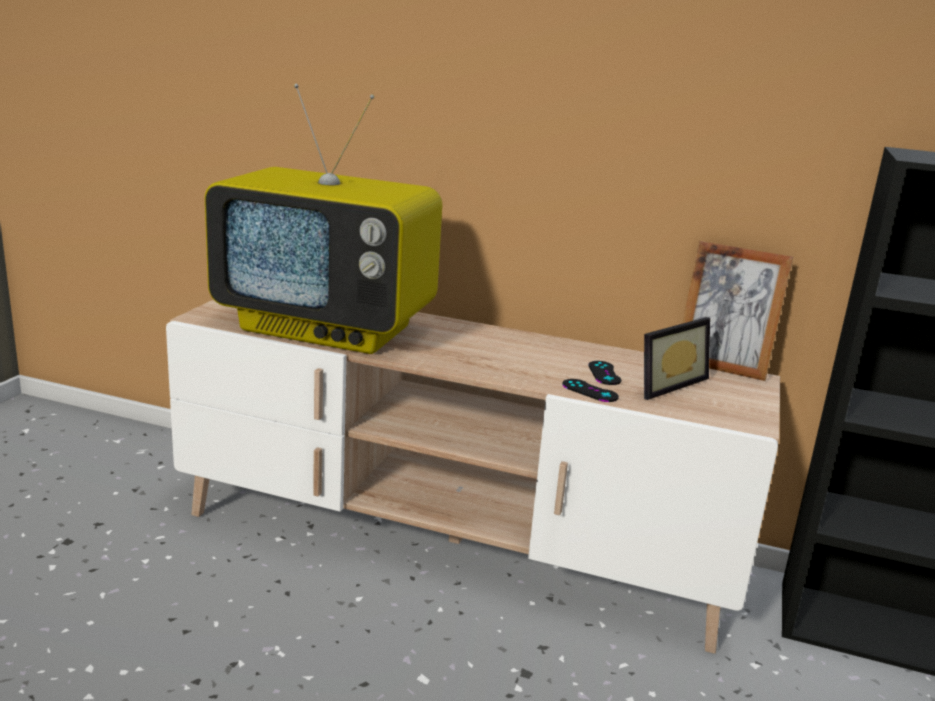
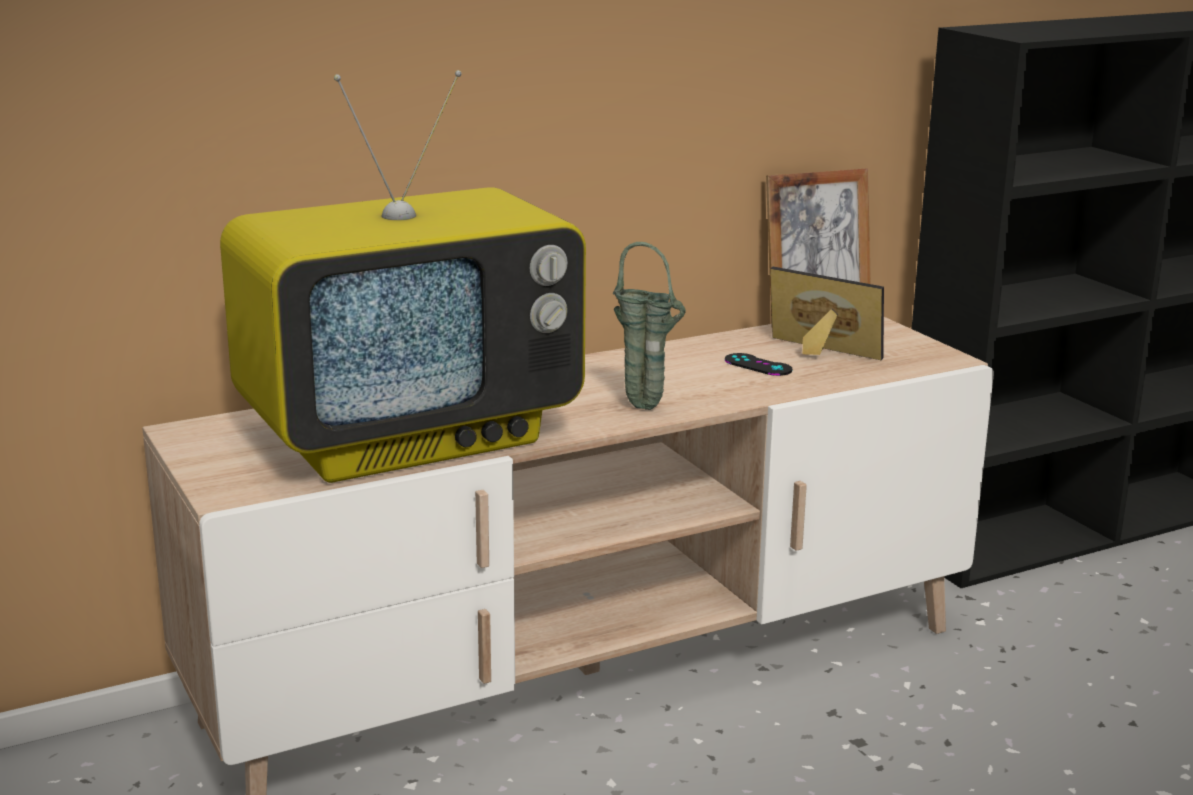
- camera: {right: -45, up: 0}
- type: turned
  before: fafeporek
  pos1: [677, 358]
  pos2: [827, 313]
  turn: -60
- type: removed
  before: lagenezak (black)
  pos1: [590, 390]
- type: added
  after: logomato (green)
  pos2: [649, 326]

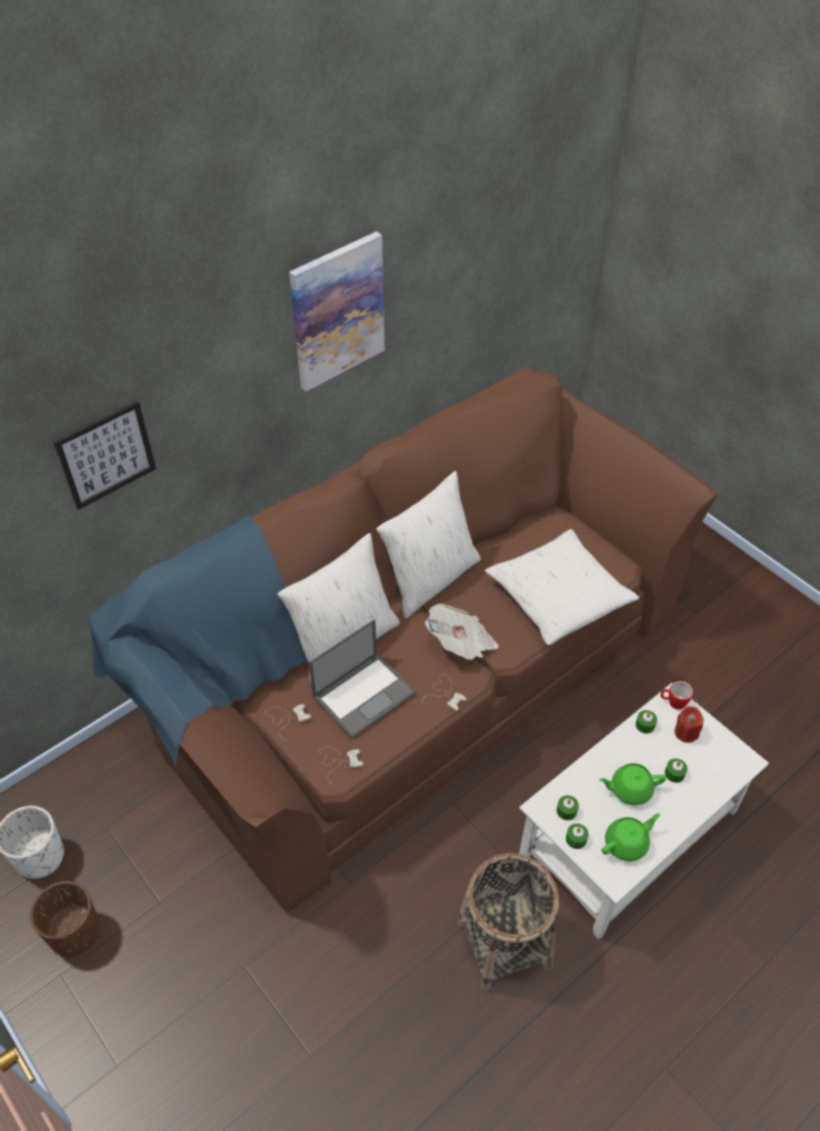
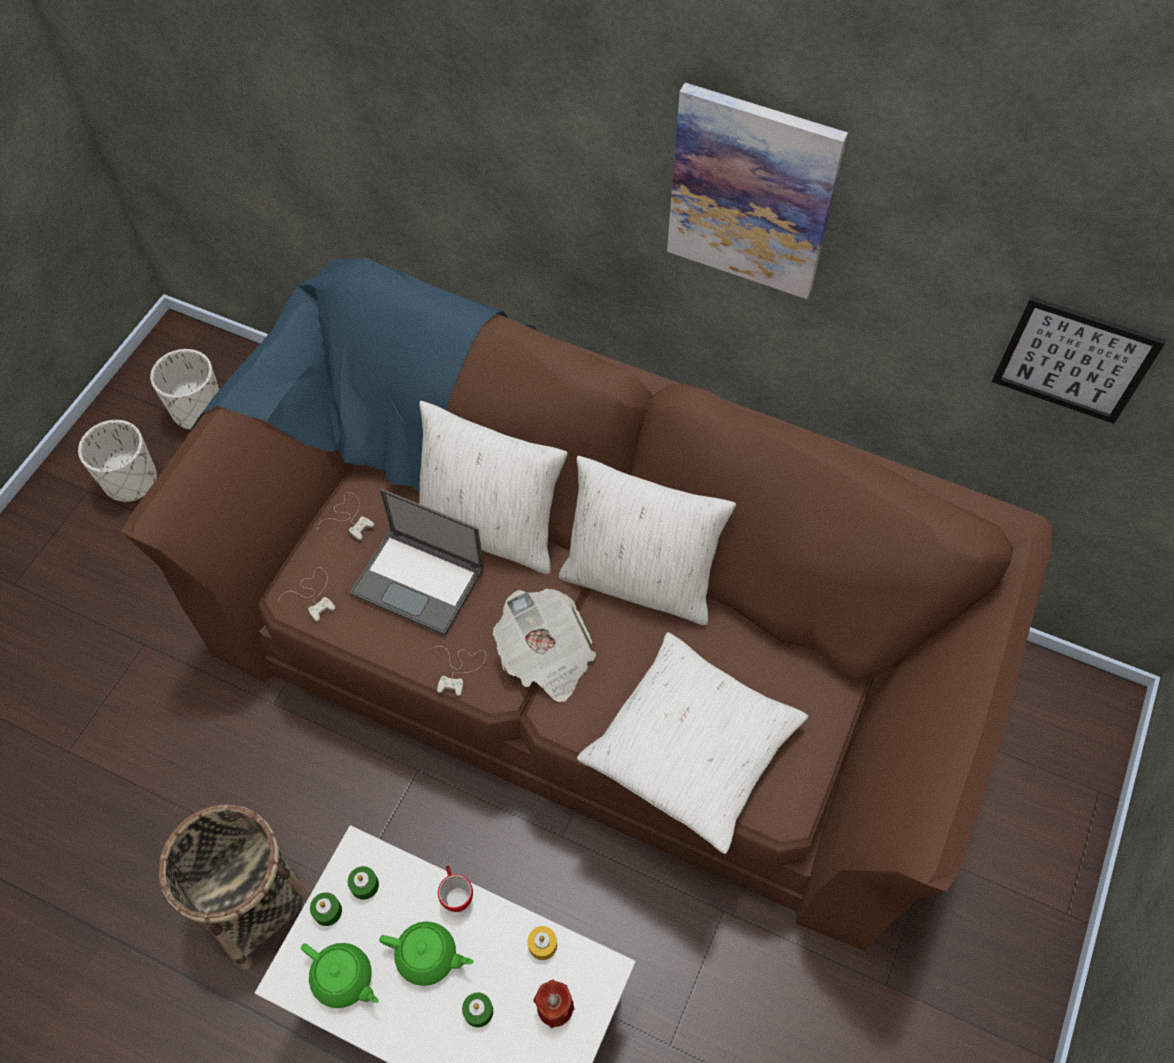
- camera: {right: 65, up: 10}
- type: moved
  before: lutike
  pos1: [105, 455]
  pos2: [1079, 360]
- type: moved
  before: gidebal
  pos1: [677, 695]
  pos2: [455, 889]
- type: recoloured
  before: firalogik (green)
  after: firalogik (yellow)
  pos1: [646, 722]
  pos2: [542, 943]
- type: turned
  before: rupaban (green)
  pos1: [632, 784]
  pos2: [426, 953]
  turn: 135
- type: recoloured
  before: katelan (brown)
  after: katelan (white)
  pos1: [65, 919]
  pos2: [117, 461]

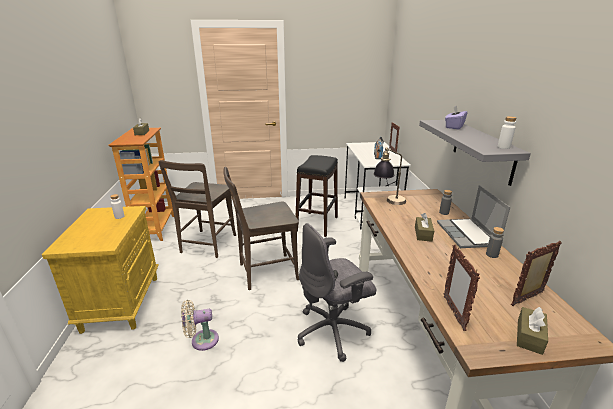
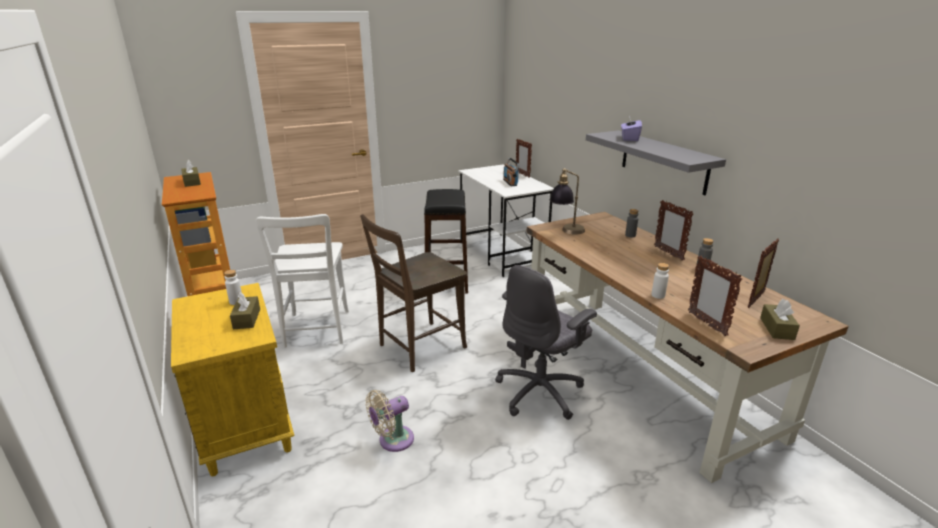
- camera: {right: -20, up: 0}
- type: moved
  before: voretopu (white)
  pos1: [507, 132]
  pos2: [660, 281]
- type: recoloured
  before: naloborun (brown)
  after: naloborun (white)
  pos1: [197, 209]
  pos2: [302, 281]
- type: replaced
  before: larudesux
  after: fafeporek
  pos1: [473, 216]
  pos2: [673, 230]
- type: moved
  before: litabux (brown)
  pos1: [424, 227]
  pos2: [245, 310]

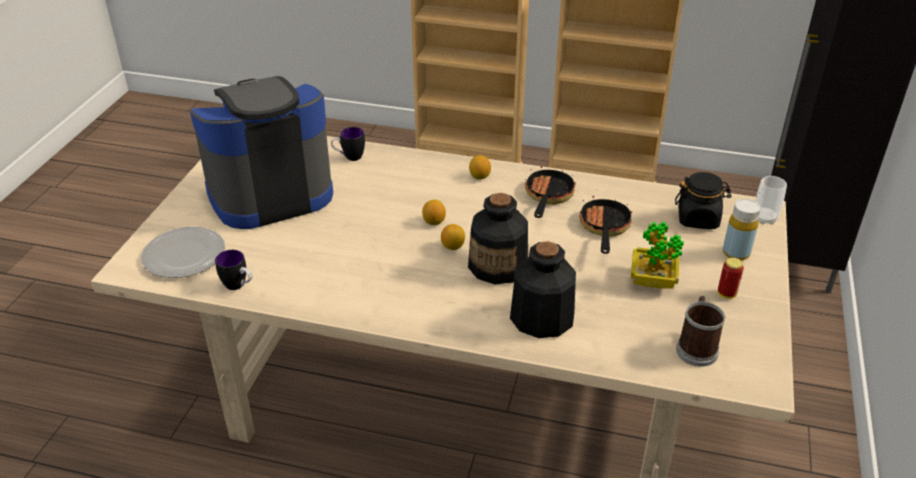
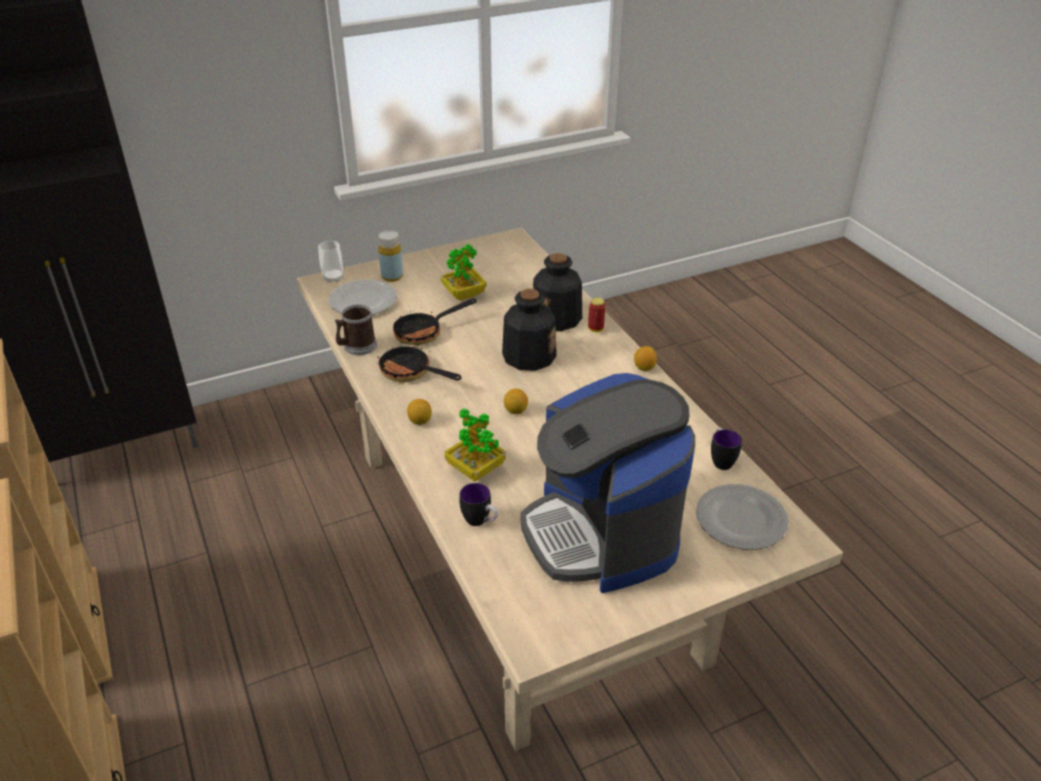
- camera: {right: -130, up: 0}
- type: turned
  before: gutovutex
  pos1: [261, 152]
  pos2: [607, 483]
  turn: 45
- type: turned
  before: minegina
  pos1: [550, 192]
  pos2: [419, 364]
  turn: 60
- type: replaced
  before: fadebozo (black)
  after: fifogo
  pos1: [703, 200]
  pos2: [363, 297]
- type: moved
  before: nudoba
  pos1: [453, 237]
  pos2: [645, 358]
- type: moved
  before: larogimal
  pos1: [731, 278]
  pos2: [596, 314]
- type: moved
  before: gidebal
  pos1: [701, 331]
  pos2: [356, 330]
- type: added
  after: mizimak
  pos2: [475, 445]

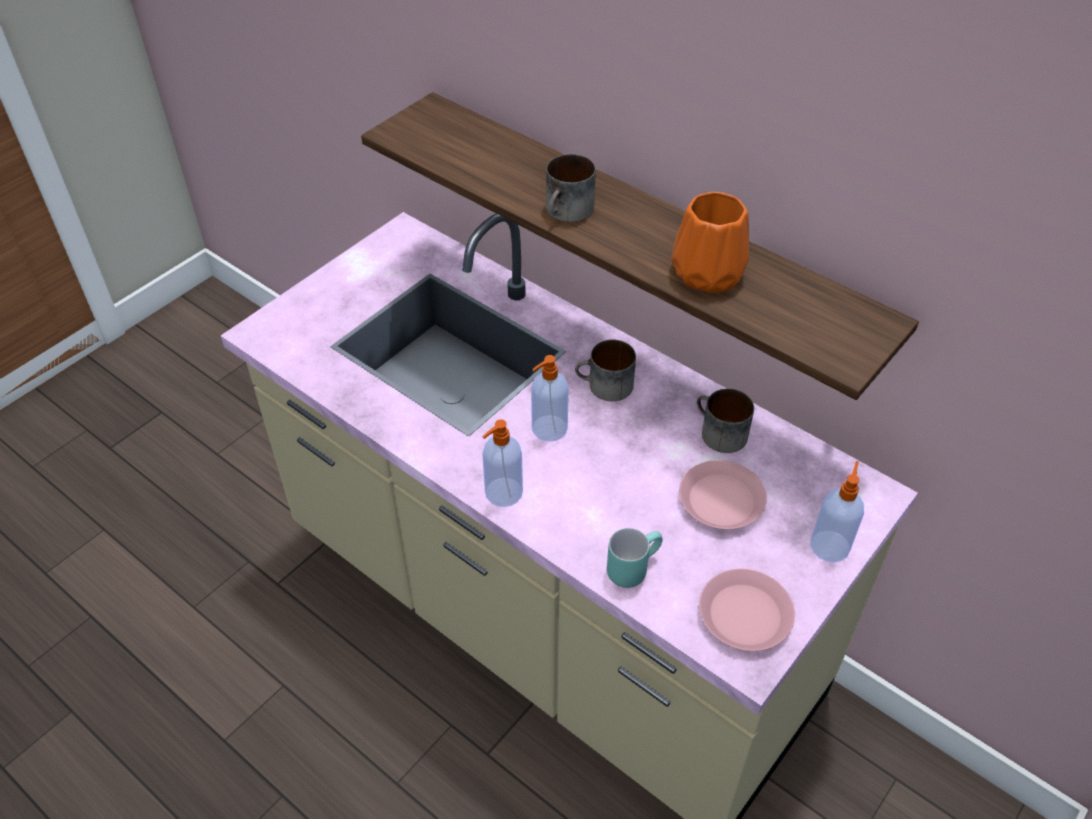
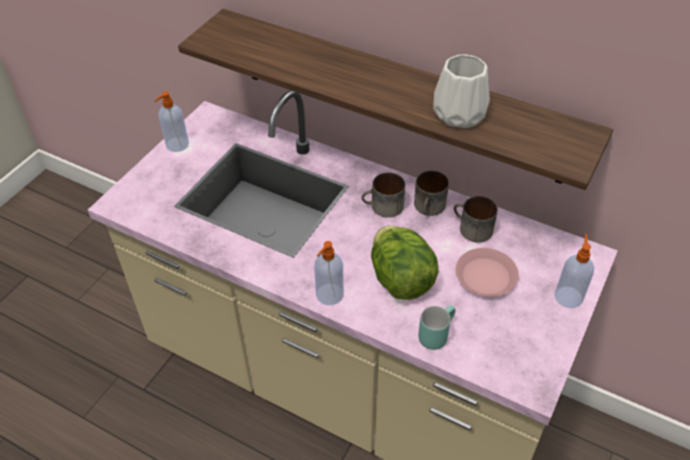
- camera: {right: -10, up: 0}
- type: moved
  before: gidebal
  pos1: [571, 188]
  pos2: [431, 193]
- type: recoloured
  before: logomato (orange)
  after: logomato (white)
  pos1: [710, 242]
  pos2: [461, 91]
- type: moved
  before: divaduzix
  pos1: [550, 398]
  pos2: [171, 121]
- type: removed
  before: fifogo (pink)
  pos1: [747, 610]
- type: added
  after: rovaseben
  pos2: [404, 263]

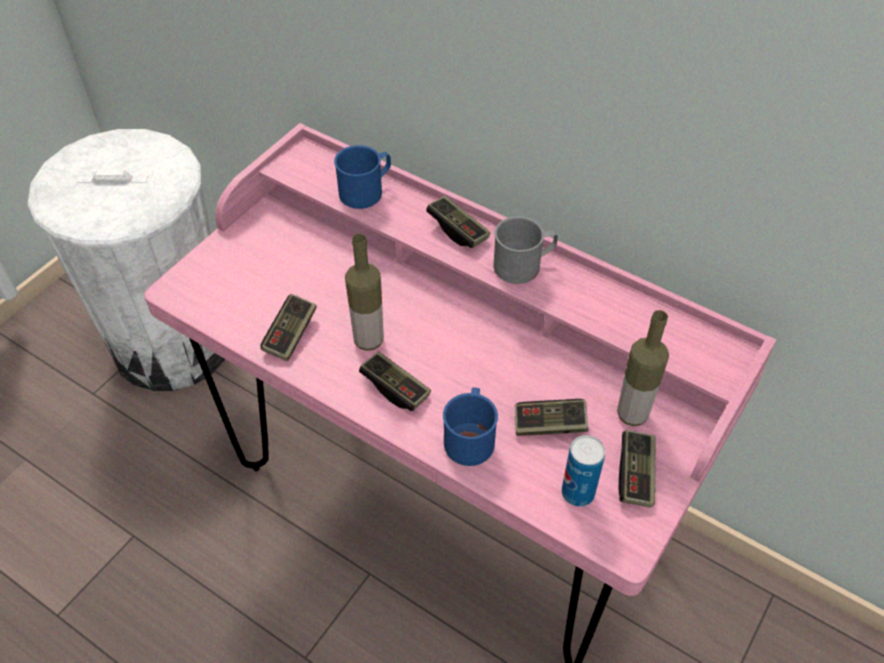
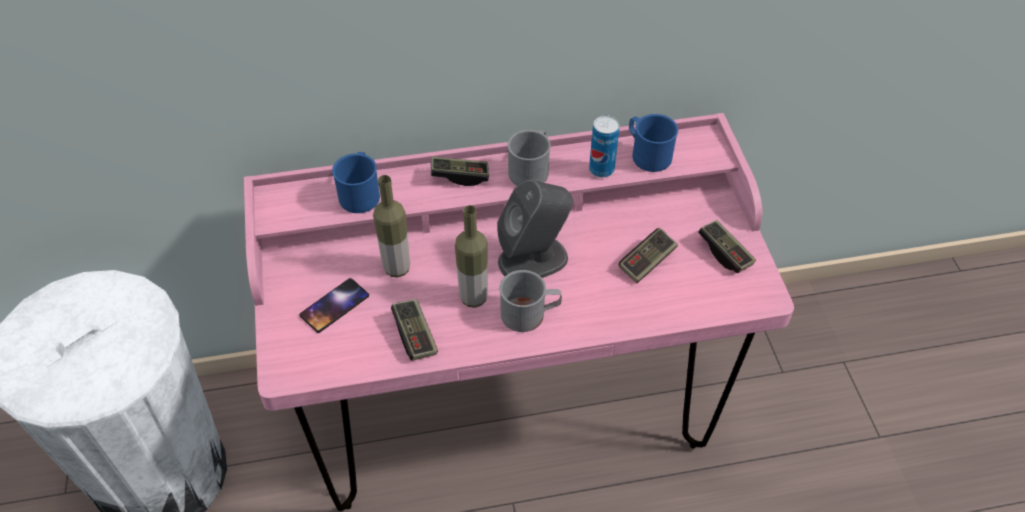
- camera: {right: -45, up: 0}
- type: moved
  before: voretopu
  pos1: [643, 368]
  pos2: [391, 226]
- type: replaced
  before: lagenezak
  after: gidebal (grey)
  pos1: [395, 381]
  pos2: [530, 301]
- type: moved
  before: gidebal (blue)
  pos1: [470, 426]
  pos2: [653, 143]
- type: moved
  before: larogimal
  pos1: [583, 471]
  pos2: [604, 146]
- type: added
  after: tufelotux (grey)
  pos2: [535, 229]
- type: added
  after: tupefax
  pos2: [334, 305]

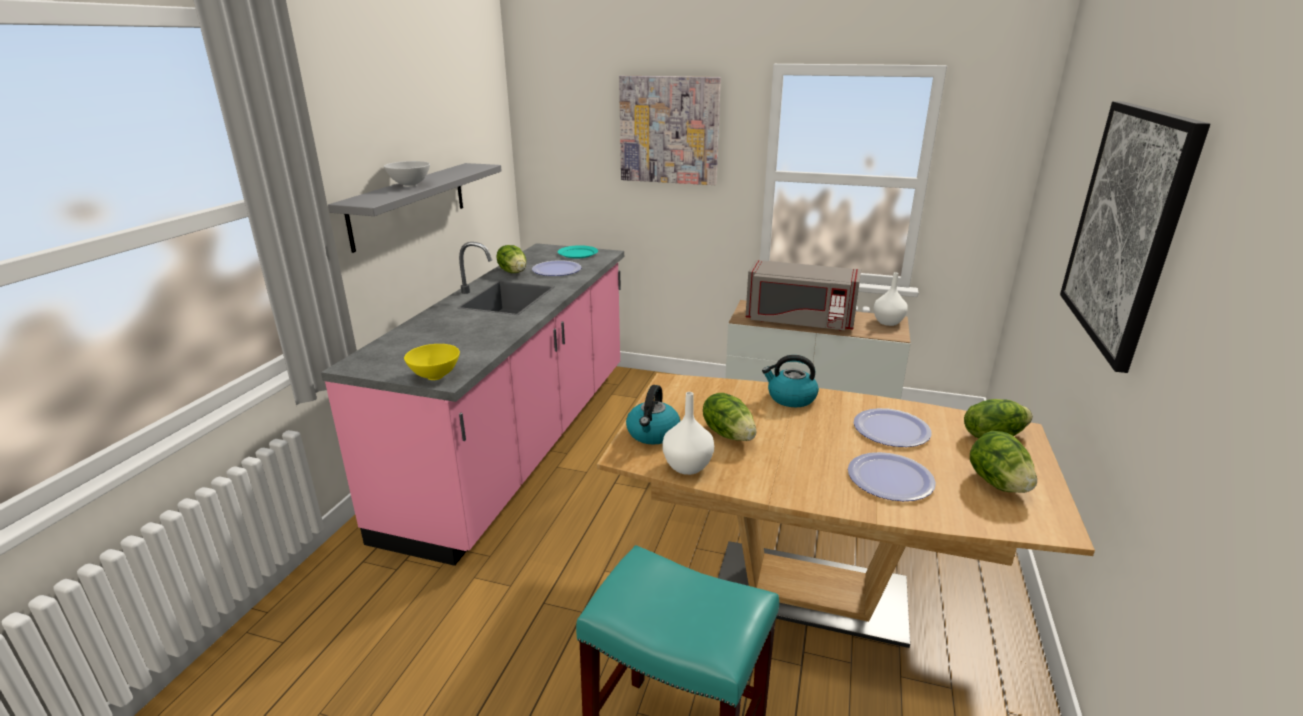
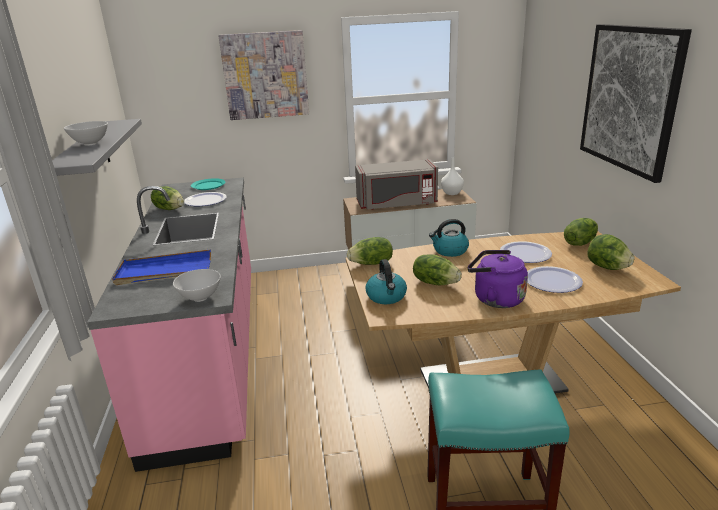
- camera: {right: -25, up: 0}
- type: recoloured
  before: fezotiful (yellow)
  after: fezotiful (white)
  pos1: [432, 362]
  pos2: [197, 285]
- type: removed
  before: logomato (white)
  pos1: [688, 433]
- type: added
  after: rovaseben
  pos2: [370, 251]
- type: added
  after: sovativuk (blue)
  pos2: [161, 267]
- type: added
  after: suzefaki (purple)
  pos2: [498, 279]

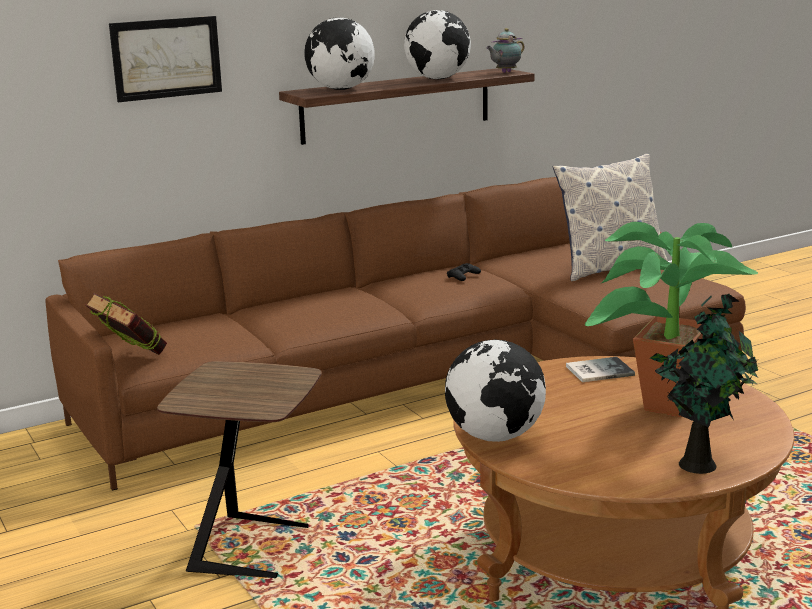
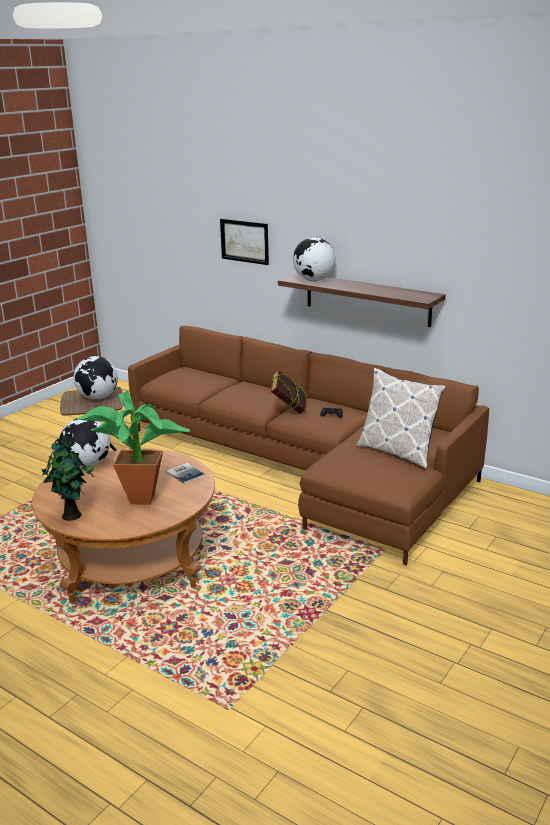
- camera: {right: 65, up: 5}
- type: moved
  before: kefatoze
  pos1: [437, 44]
  pos2: [96, 378]
- type: removed
  before: rupaban
  pos1: [505, 50]
- type: moved
  before: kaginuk
  pos1: [126, 323]
  pos2: [289, 392]

